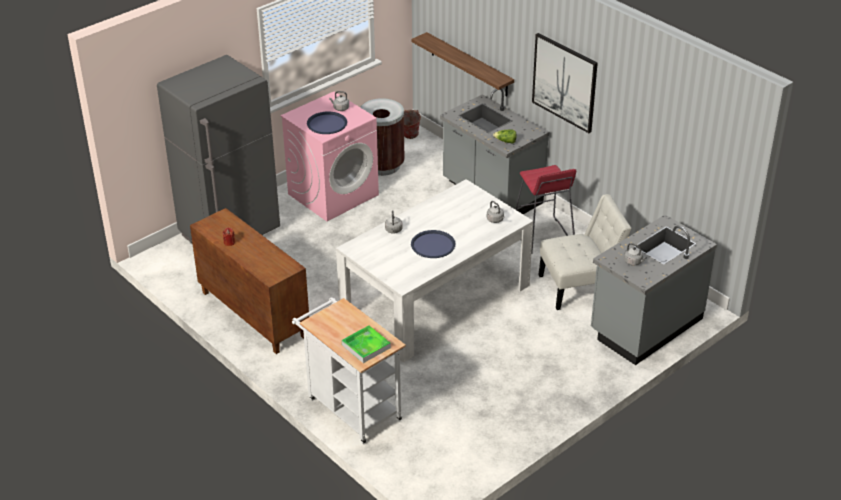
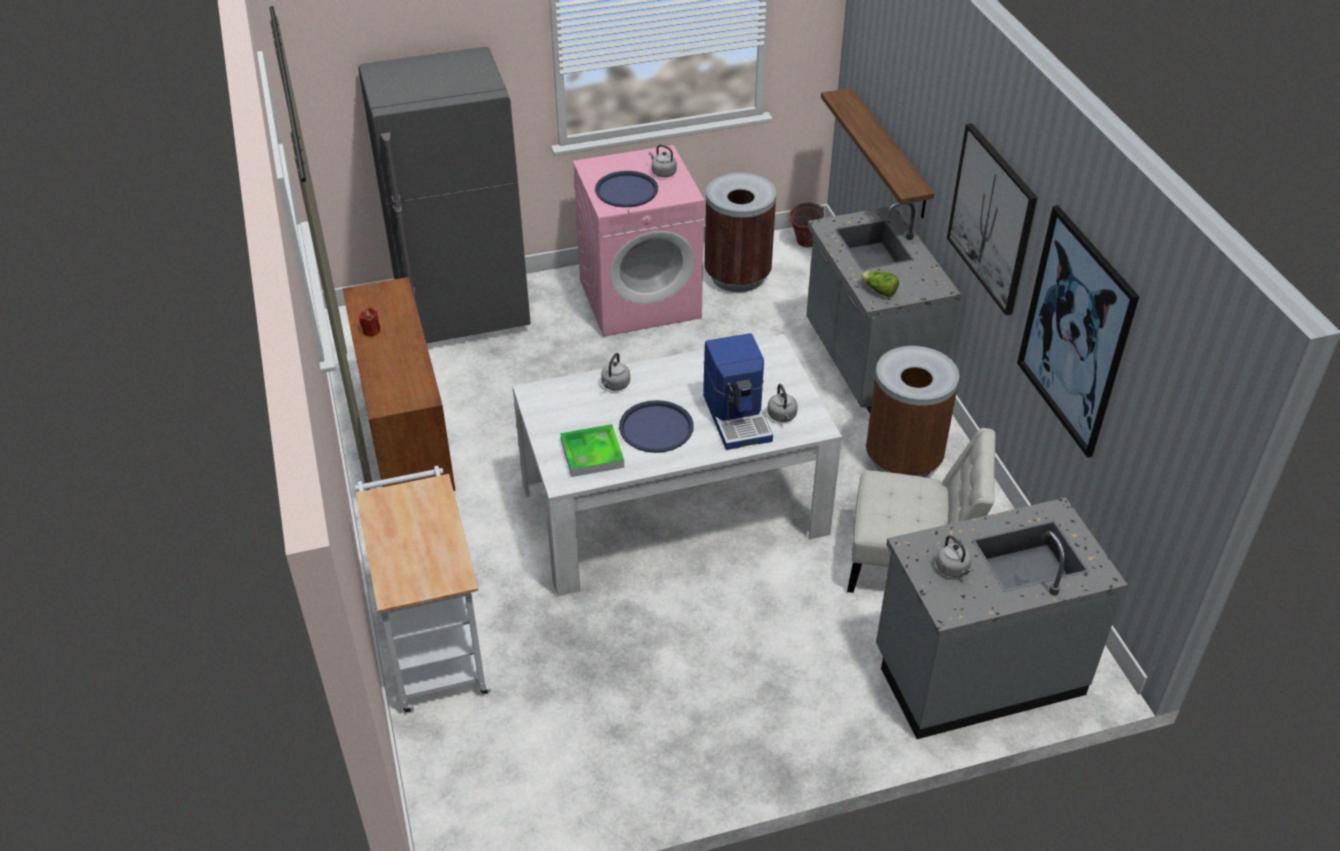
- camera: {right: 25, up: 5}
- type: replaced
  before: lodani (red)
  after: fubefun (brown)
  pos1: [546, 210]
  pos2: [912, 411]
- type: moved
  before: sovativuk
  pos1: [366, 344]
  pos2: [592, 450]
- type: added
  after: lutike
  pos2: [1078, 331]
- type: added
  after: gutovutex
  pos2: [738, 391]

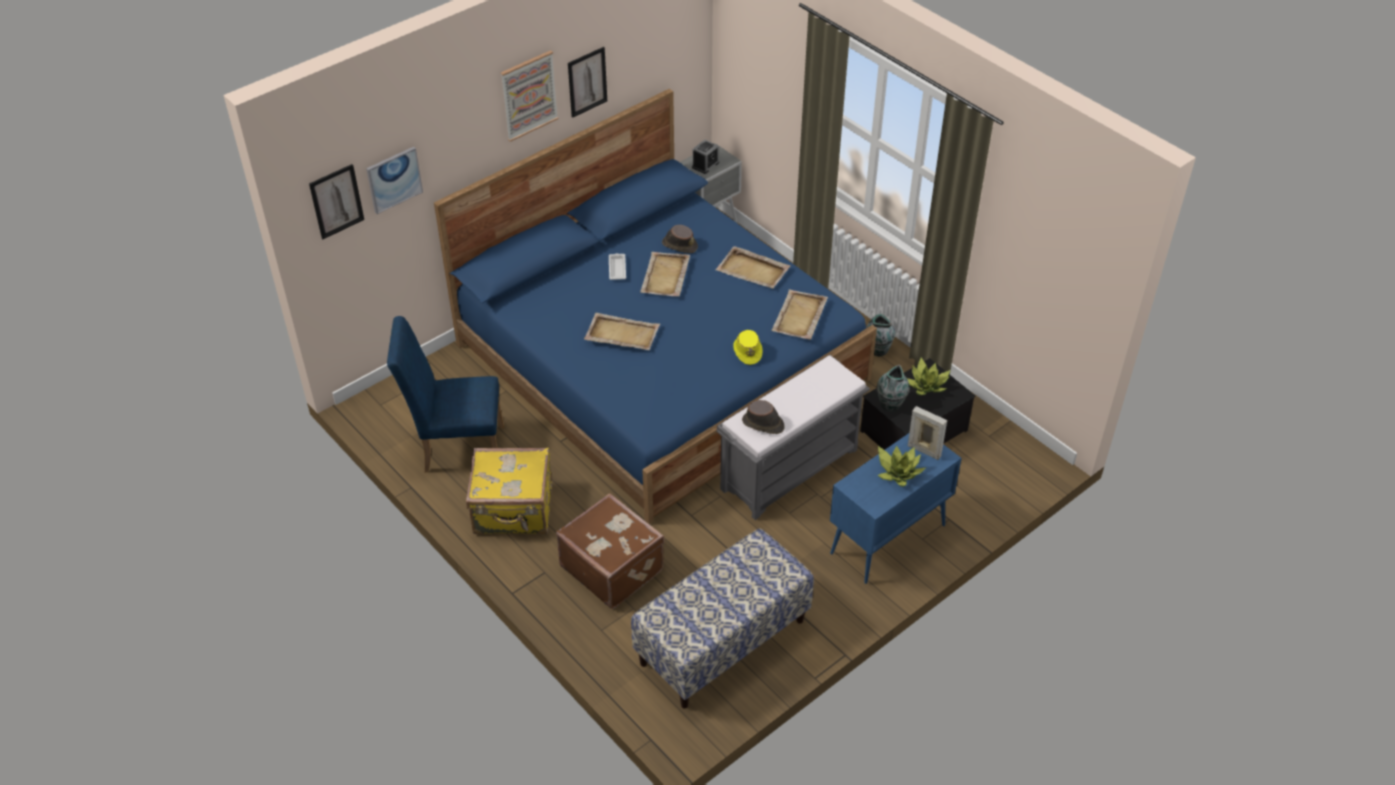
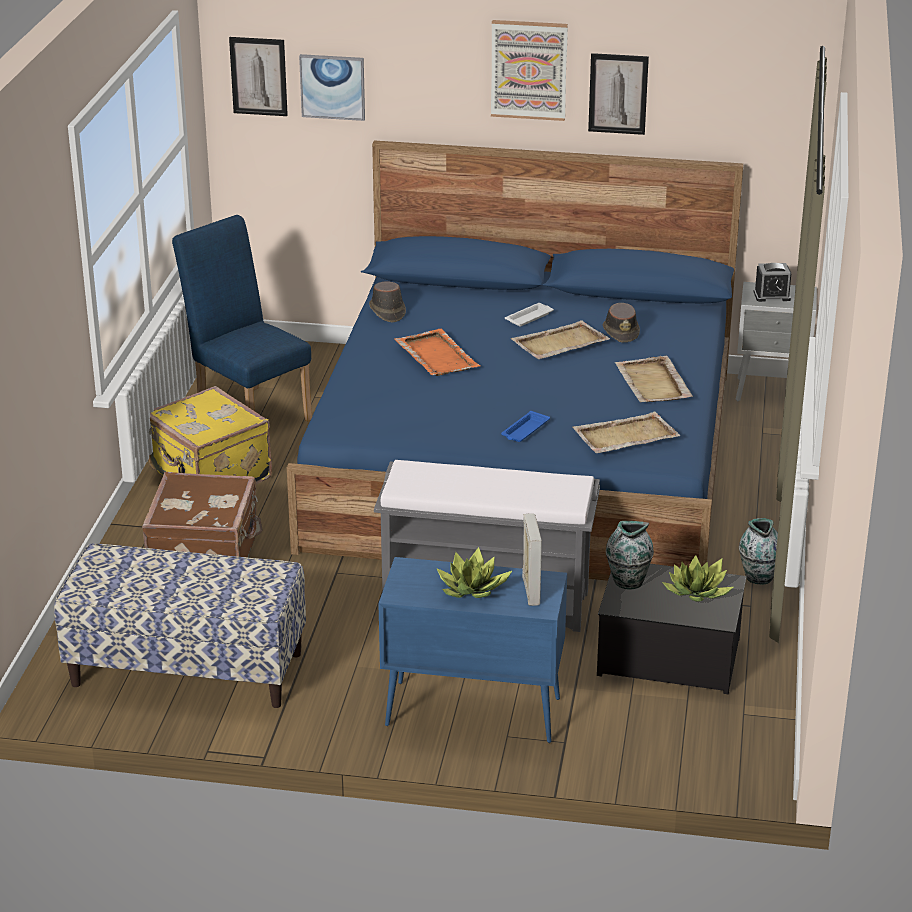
- camera: {right: 50, up: -15}
- type: recoloured
  before: sovativuk (beige)
  after: sovativuk (orange)
  pos1: [622, 331]
  pos2: [437, 352]
- type: replaced
  before: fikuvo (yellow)
  after: sovativuk (blue)
  pos1: [748, 347]
  pos2: [525, 426]
- type: moved
  before: fikuvo (brown)
  pos1: [763, 417]
  pos2: [387, 301]

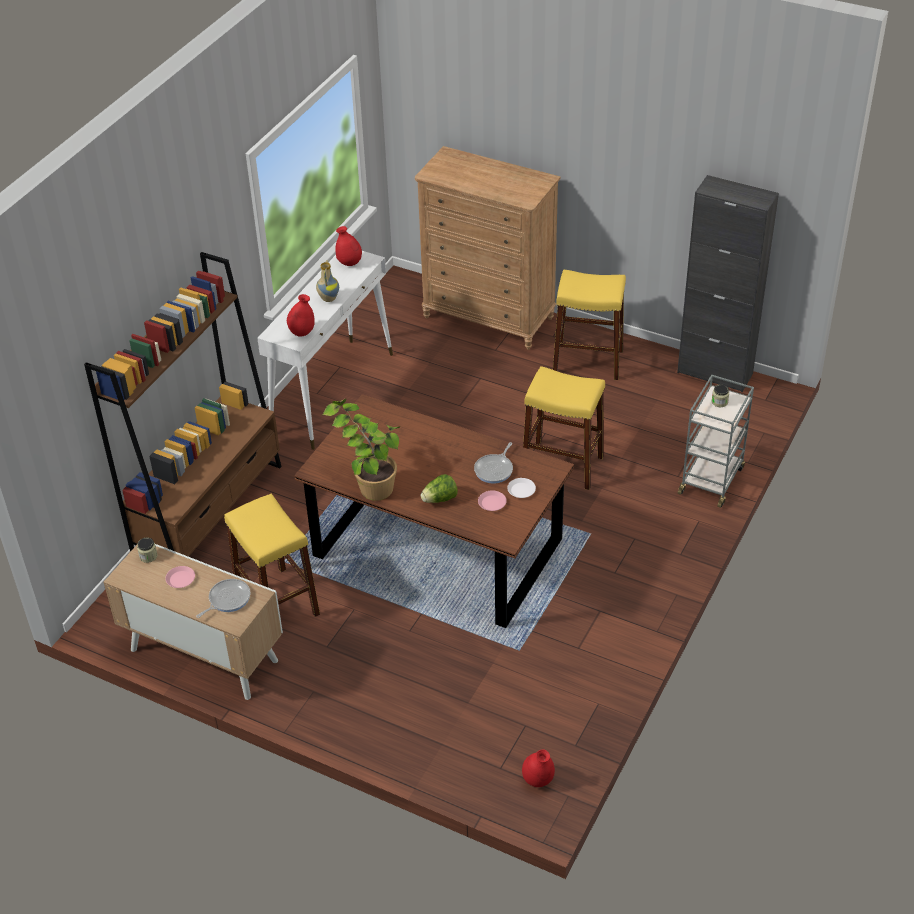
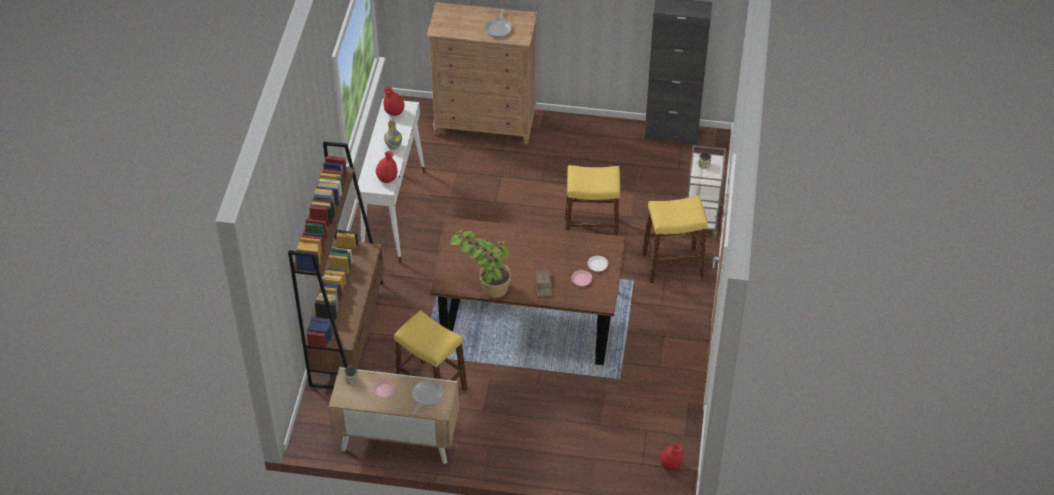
- camera: {right: -20, up: 5}
- type: moved
  before: lodani (yellow)
  pos1: [589, 325]
  pos2: [675, 239]
- type: moved
  before: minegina
  pos1: [493, 462]
  pos2: [498, 23]
- type: replaced
  before: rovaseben
  after: sovativuk (brown)
  pos1: [439, 488]
  pos2: [544, 284]

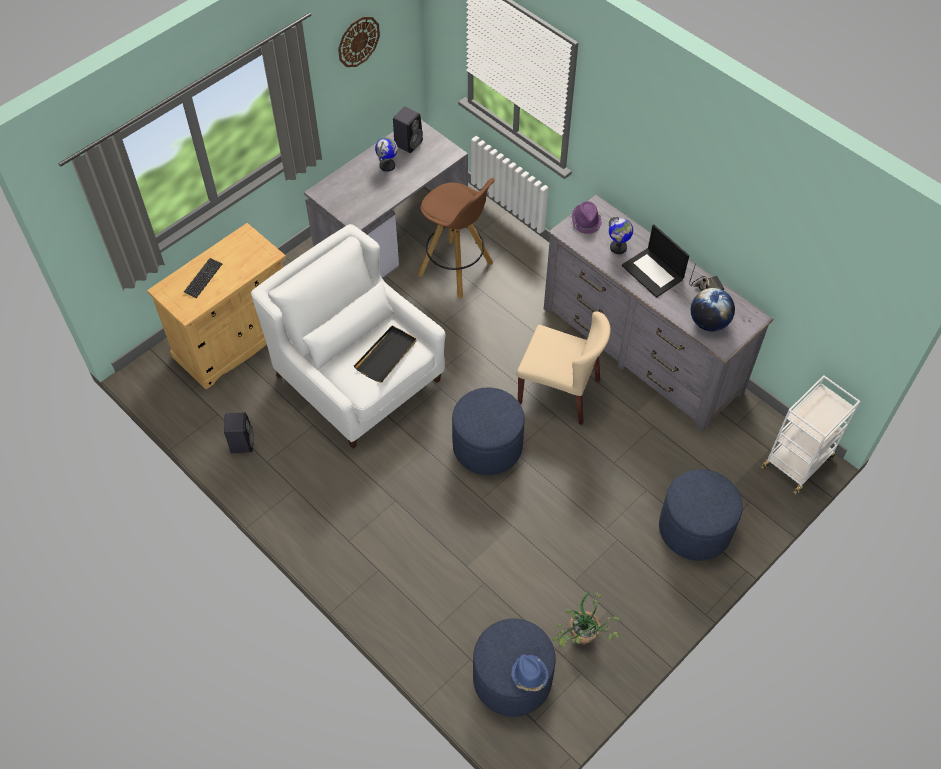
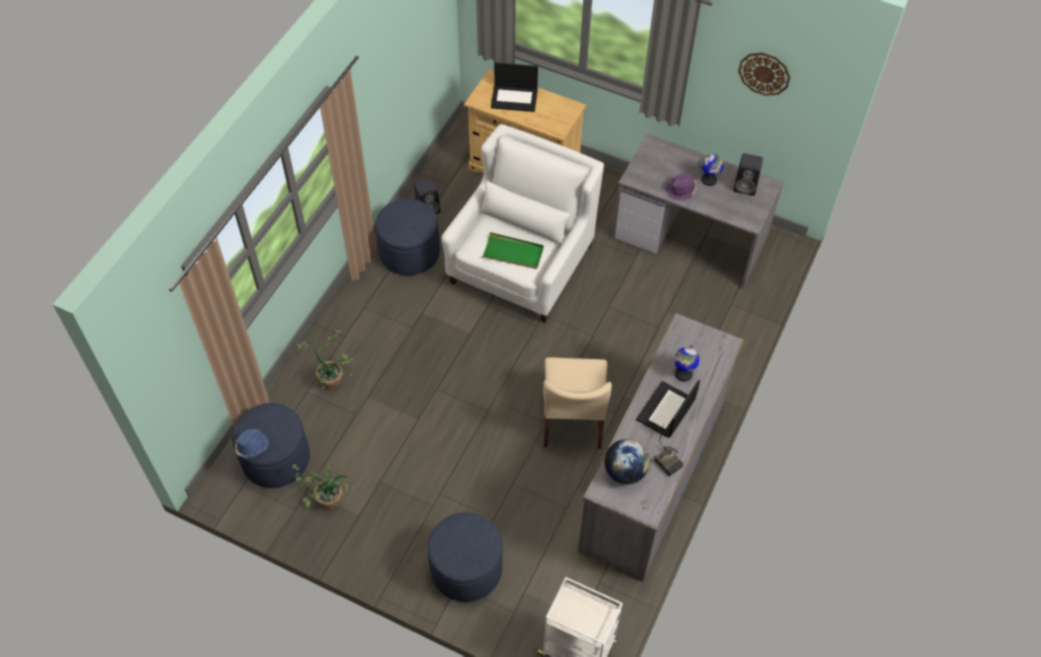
- camera: {right: 70, up: 0}
- type: removed
  before: lodani (brown)
  pos1: [456, 238]
- type: moved
  before: fikuvo (purple)
  pos1: [587, 217]
  pos2: [681, 187]
- type: replaced
  before: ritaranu
  after: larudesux
  pos1: [203, 278]
  pos2: [514, 87]
- type: recoloured
  before: sovativuk (black)
  after: sovativuk (green)
  pos1: [385, 354]
  pos2: [513, 250]
- type: moved
  before: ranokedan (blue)
  pos1: [488, 431]
  pos2: [407, 237]
- type: added
  after: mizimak
  pos2: [325, 360]

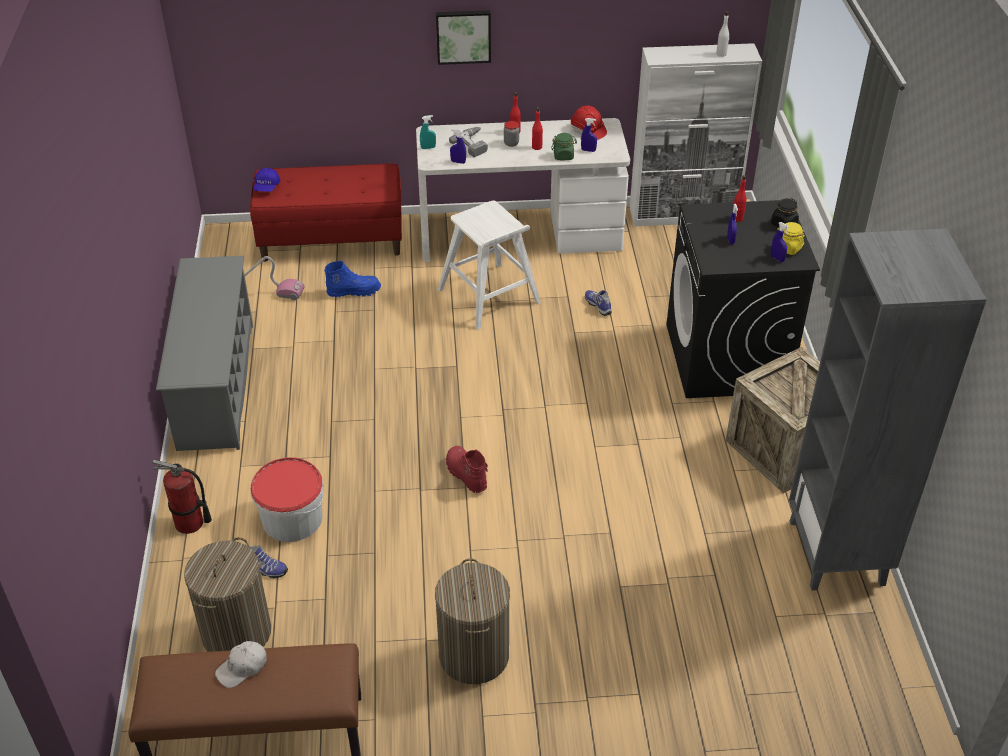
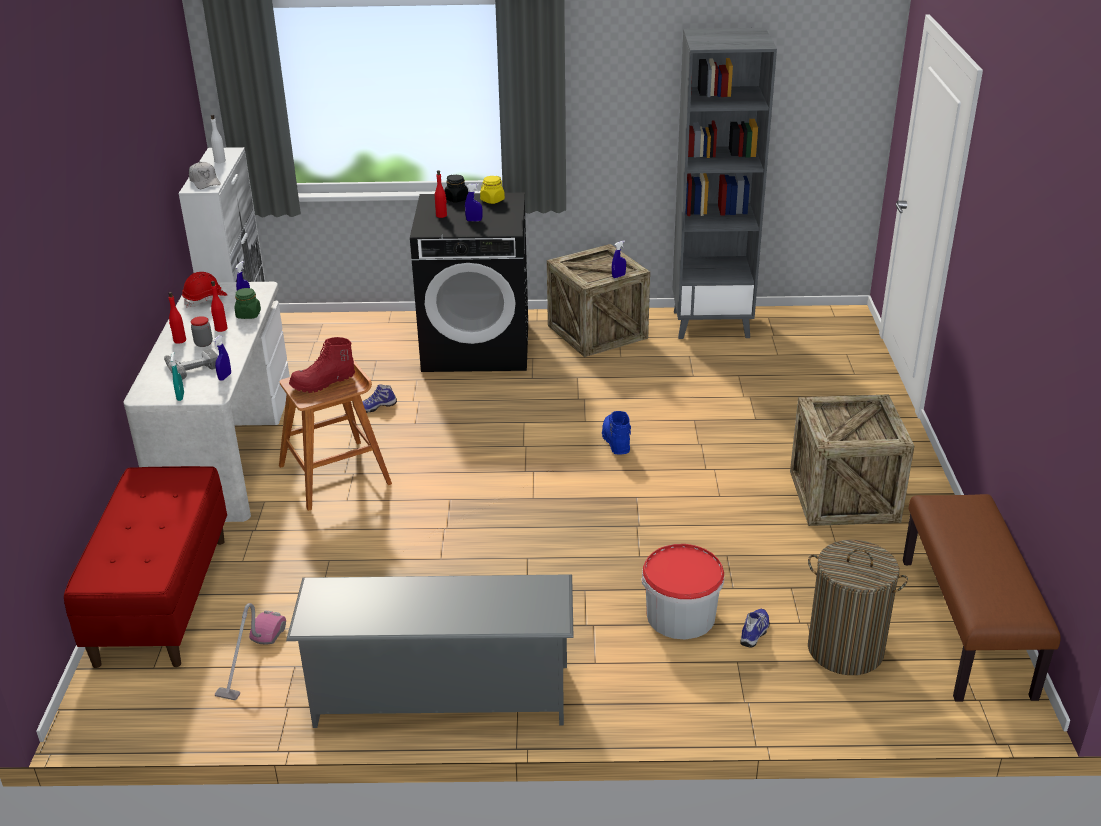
- camera: {right: -85, up: -10}
- type: removed
  before: lutike
  pos1: [463, 37]
- type: removed
  before: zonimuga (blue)
  pos1: [266, 180]
- type: recoloured
  before: lodani (white)
  after: lodani (brown)
  pos1: [489, 265]
  pos2: [335, 435]
- type: moved
  before: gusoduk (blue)
  pos1: [780, 242]
  pos2: [619, 259]
- type: moved
  before: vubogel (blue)
  pos1: [352, 279]
  pos2: [616, 433]
- type: moved
  before: vubogel (red)
  pos1: [467, 469]
  pos2: [322, 365]
- type: removed
  before: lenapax
  pos1: [182, 497]
- type: replaced
  before: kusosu
  after: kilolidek
  pos1: [472, 621]
  pos2: [852, 460]
- type: moved
  before: zonimuga (white)
  pos1: [241, 664]
  pos2: [205, 175]

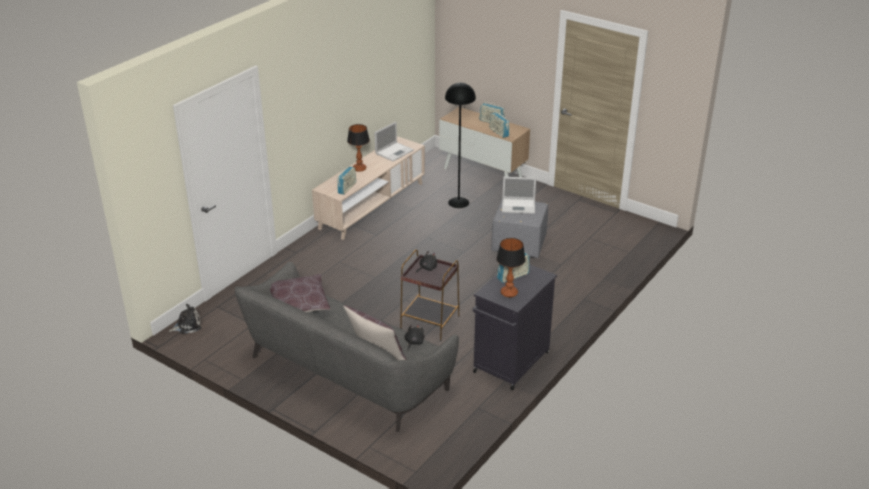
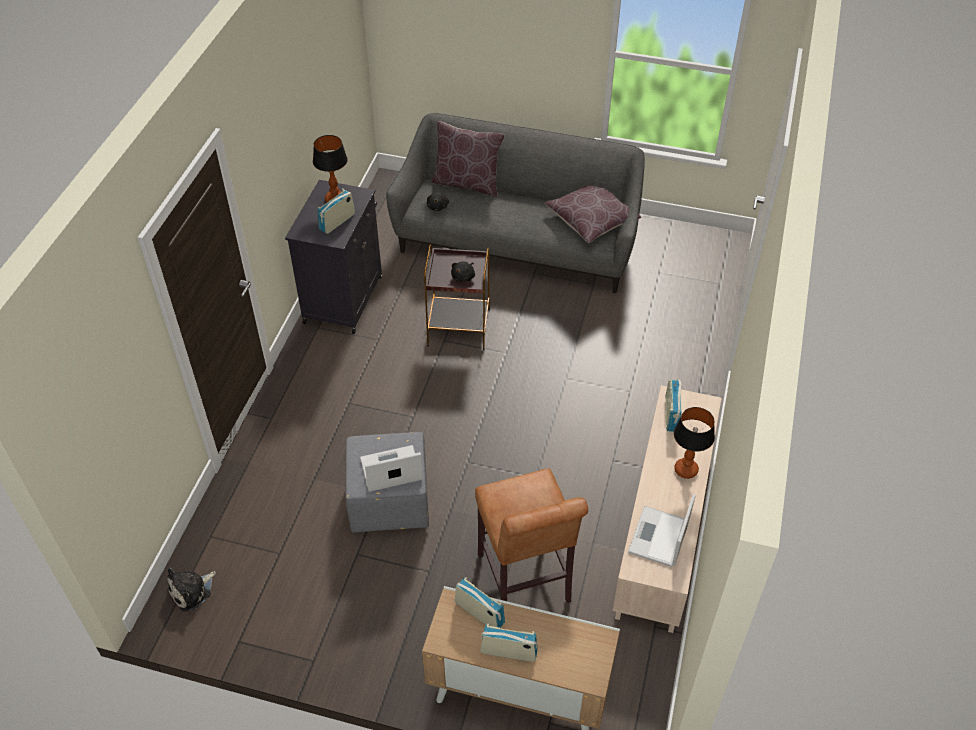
- camera: {right: 160, up: 15}
- type: replaced
  before: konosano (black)
  after: lodani (brown)
  pos1: [460, 145]
  pos2: [531, 535]
- type: moved
  before: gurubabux
  pos1: [185, 319]
  pos2: [191, 589]

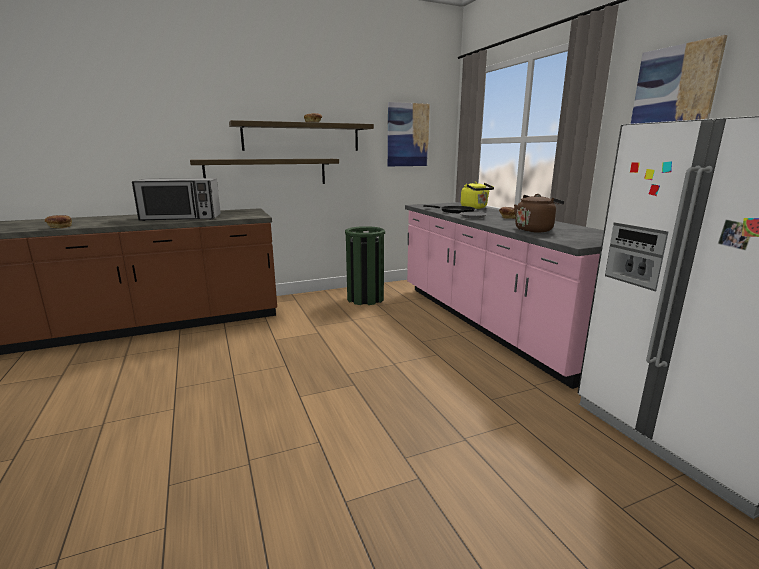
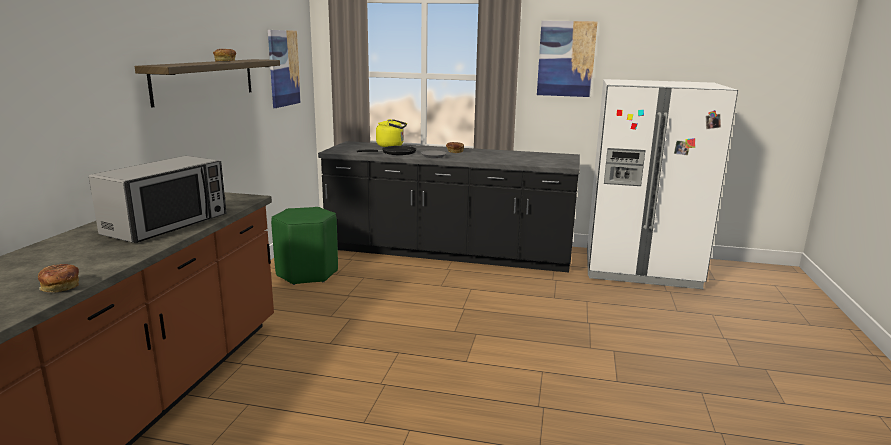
- camera: {right: -55, up: 0}
- type: removed
  before: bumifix
  pos1: [264, 171]
- type: removed
  before: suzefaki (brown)
  pos1: [539, 213]
- type: recoloured
  before: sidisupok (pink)
  after: sidisupok (black)
  pos1: [504, 295]
  pos2: [449, 207]
- type: replaced
  before: fubefun (green)
  after: lodani (green)
  pos1: [365, 265]
  pos2: [304, 246]

